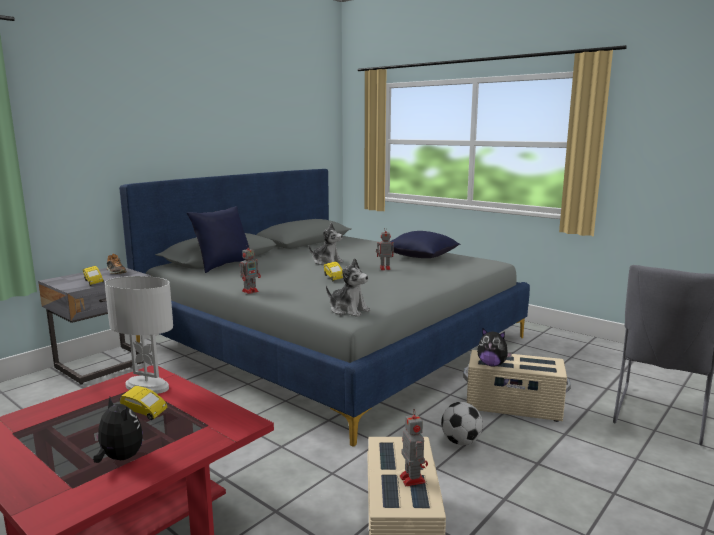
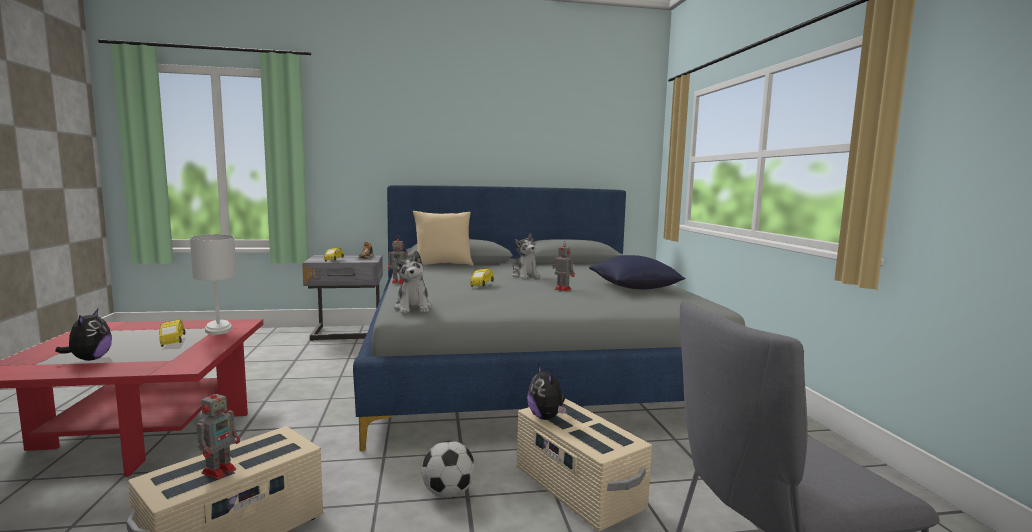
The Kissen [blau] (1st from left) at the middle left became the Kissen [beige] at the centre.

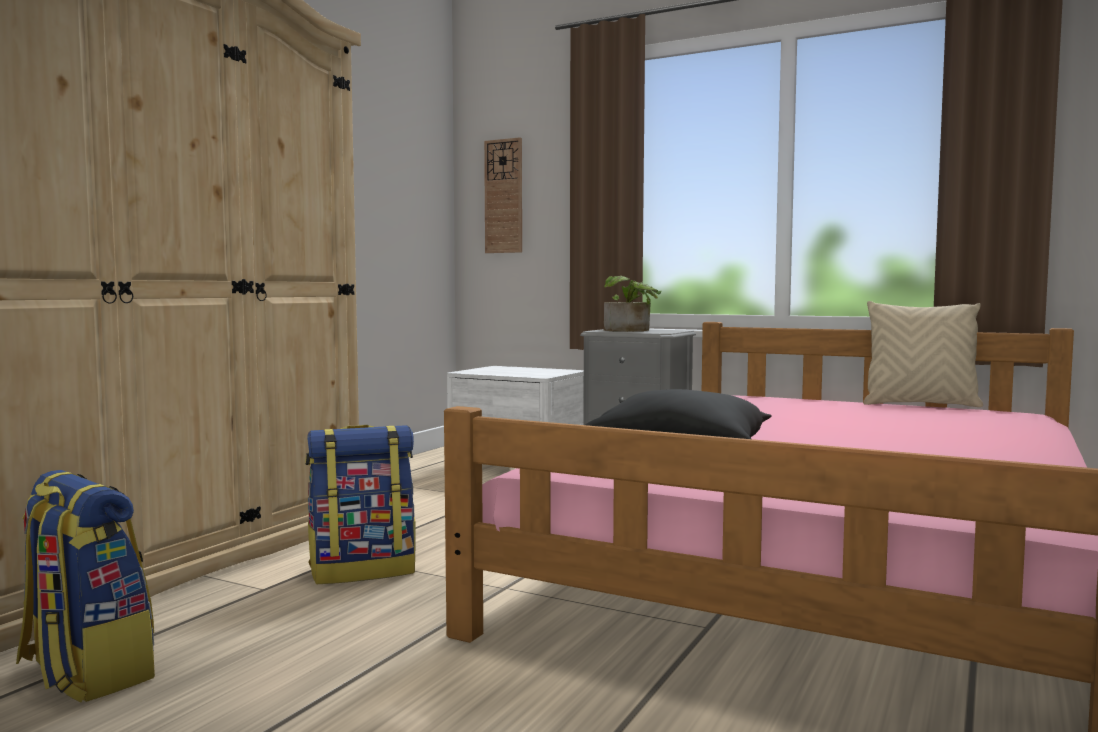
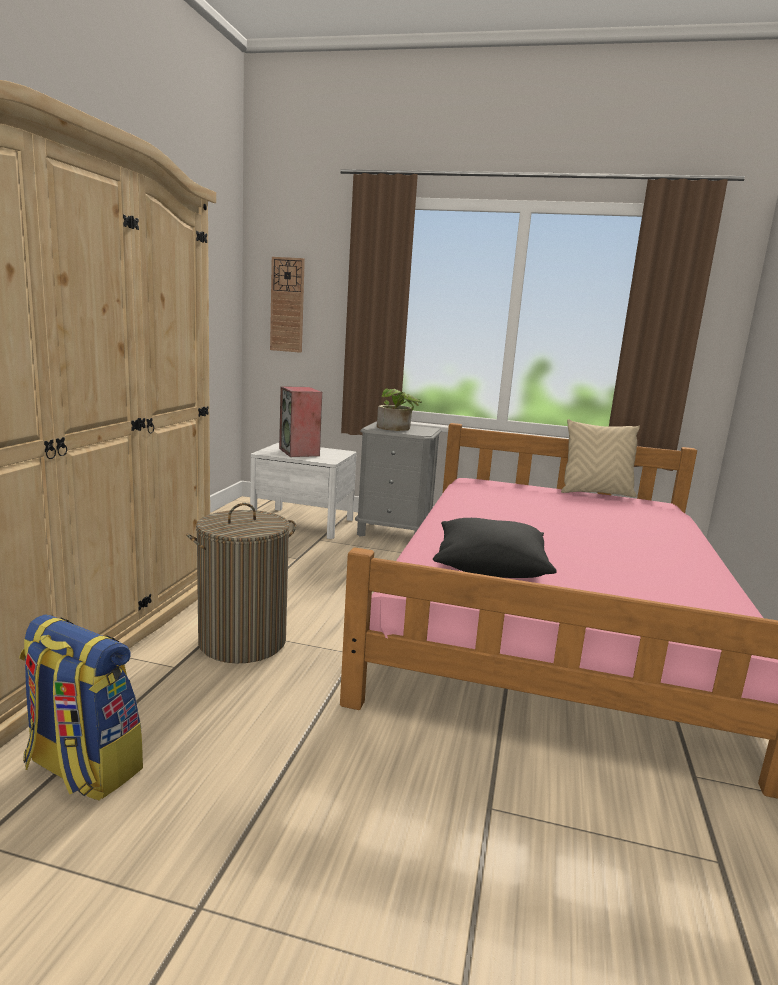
The Rucksack (2nd from left) at the bottom left was replaced by the Wäschekorb at the middle left. The Lautsprecher at the centre appeared.

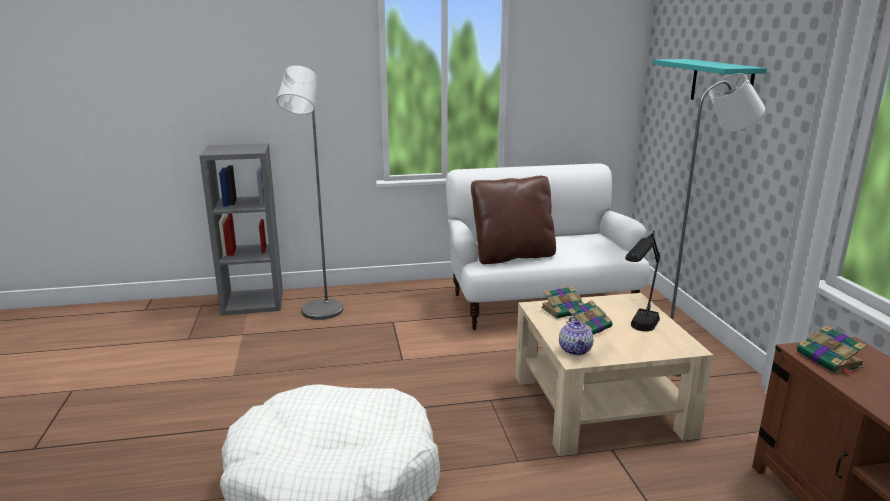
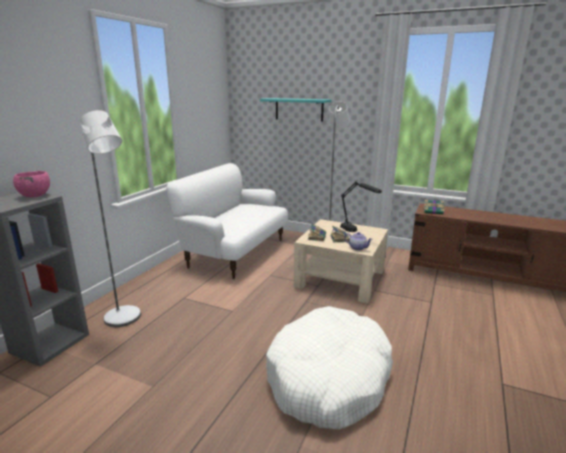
The Kissen [braun] at the centre disappeared. The Schüssel [rosa] at the middle left appeared.

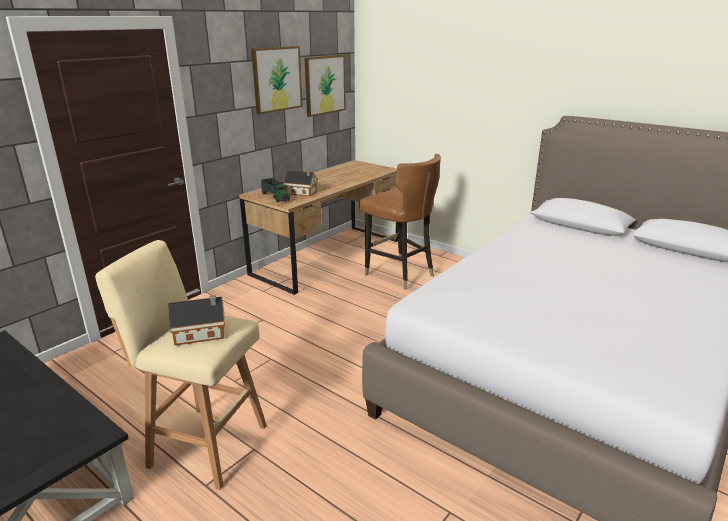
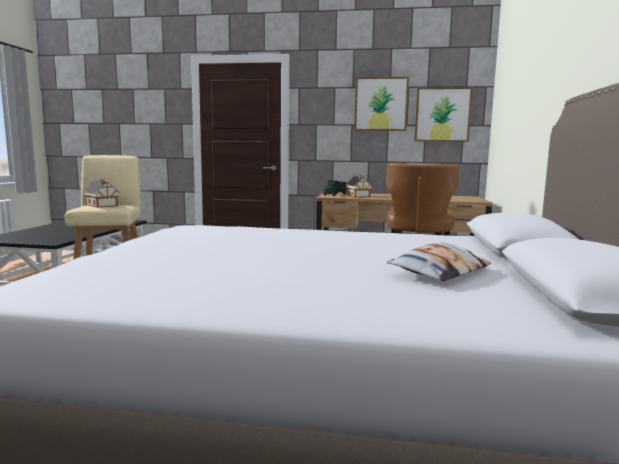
The Kissen at the middle right appeared.

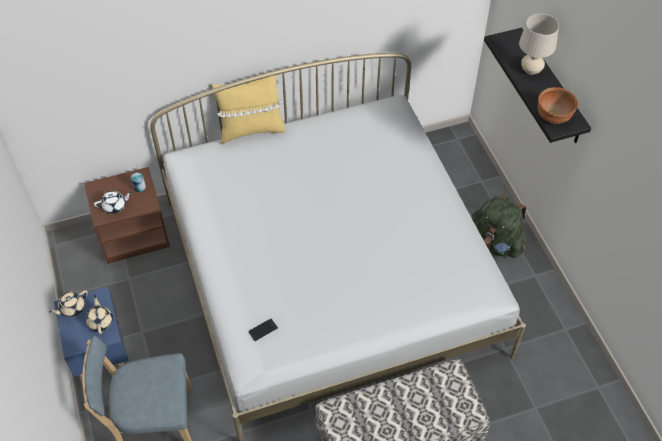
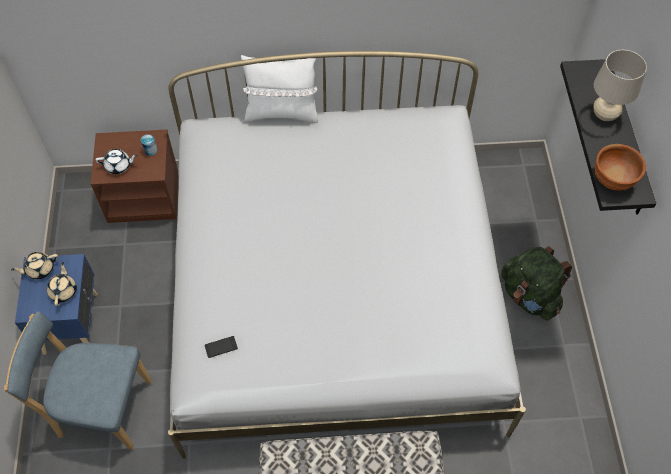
The Kissen [gelb] at the top centre became the Kissen [weiß] at the top centre.

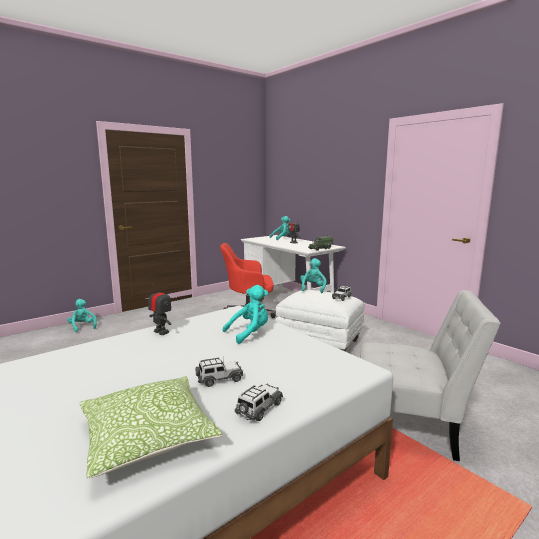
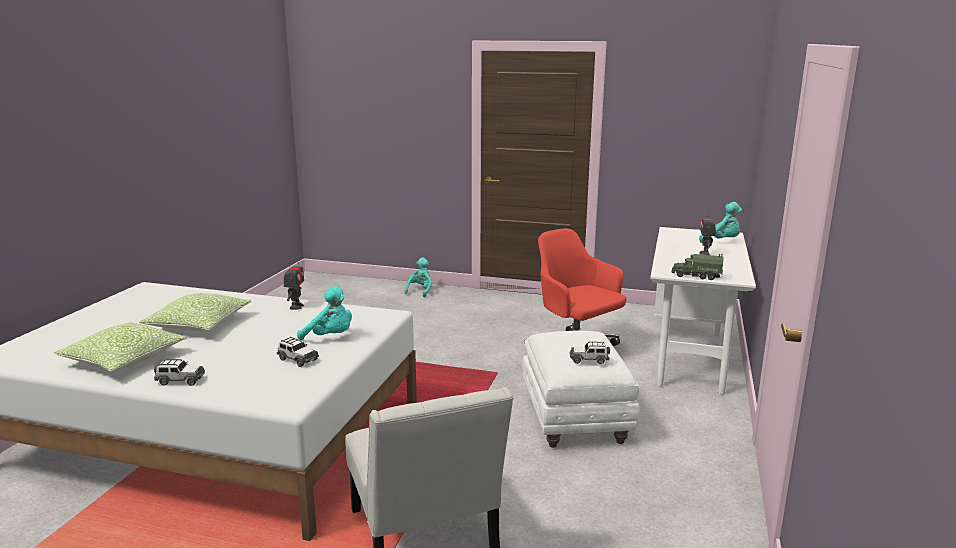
The Plüschtier [türkis] (4th from left) at the centre disappeared. The Spielzeugauto (1st from left in the first image) moved from the bottom centre to the middle left. The Kissen (2nd from left) at the middle left appeared.

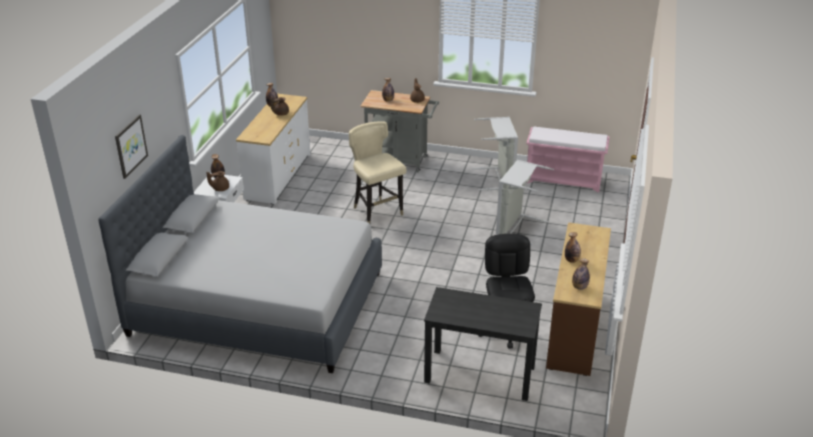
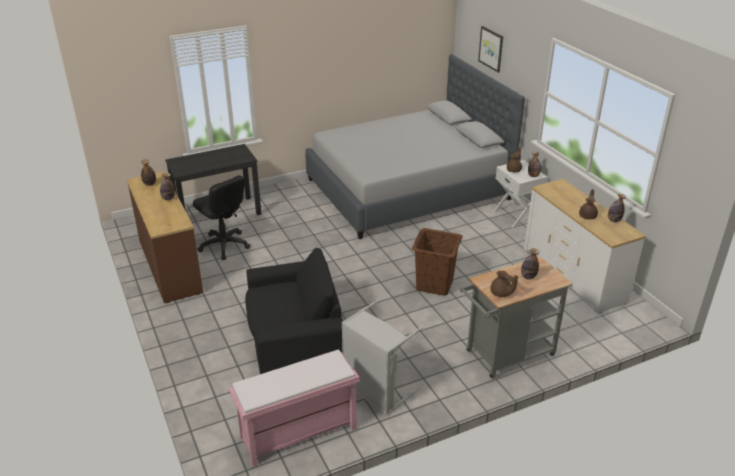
The Stuhl [beige] at the centre was replaced by the Wäschekorb [braun] at the centre. The Wäschekorb [grau] (2nd from left) at the centre was replaced by the Sessel [schwarz] at the centre.

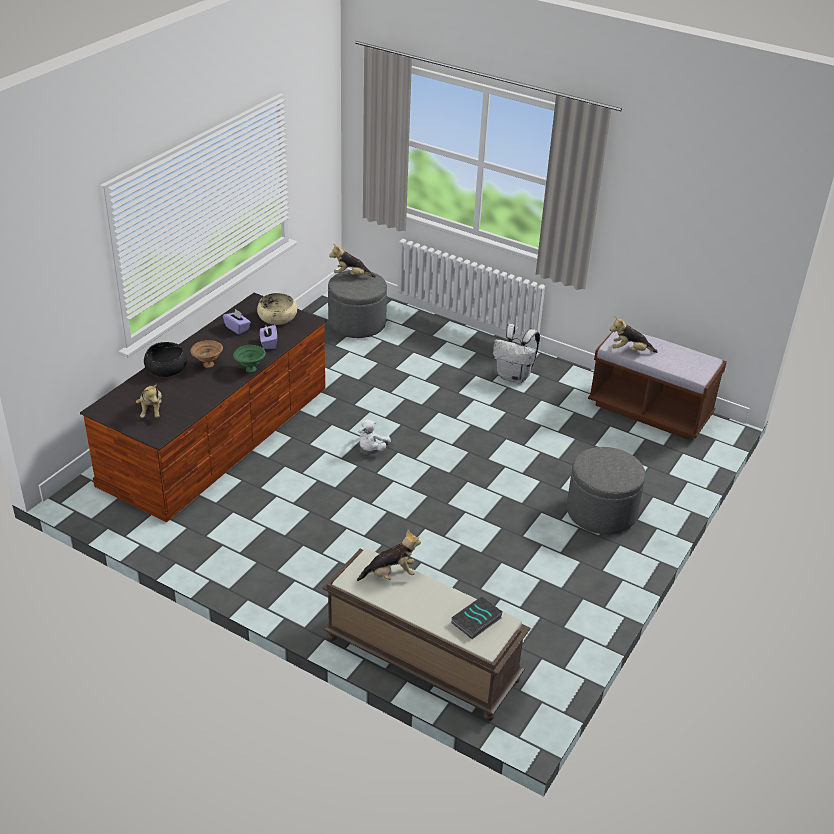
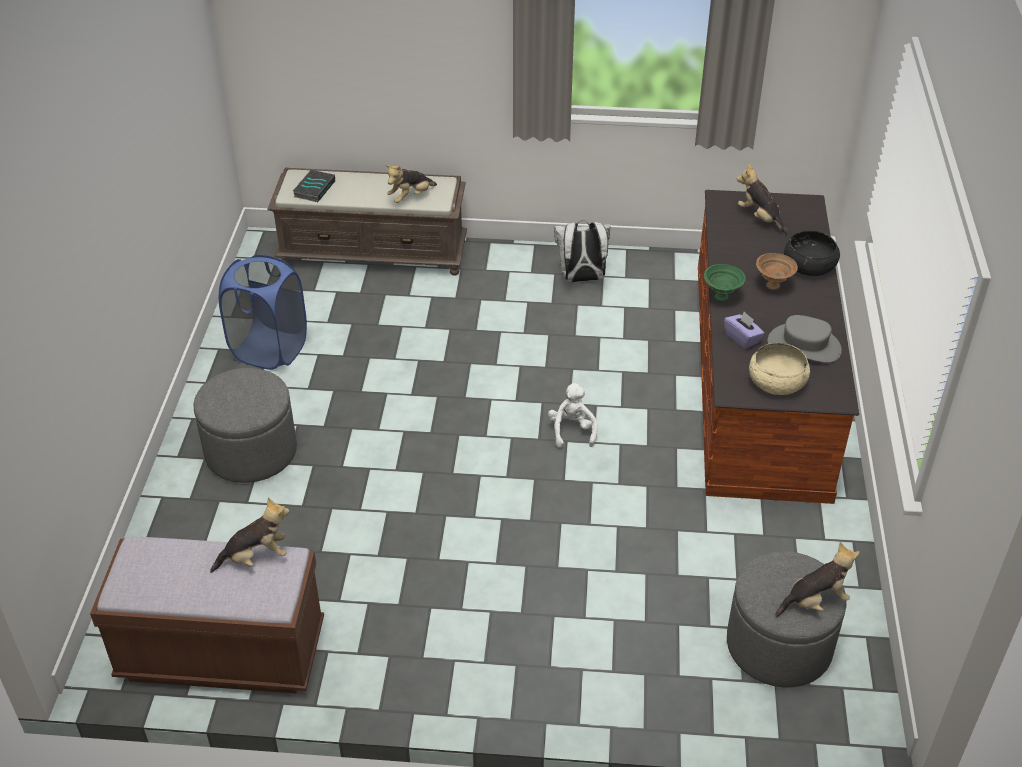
The Taschentuchbox [lila] (1st from left) at the middle left was replaced by the Hut [grau] at the middle right. The Rucksack [weiß] moved from the centre to the top centre. The Wäschekorb [blau] at the middle left appeared.

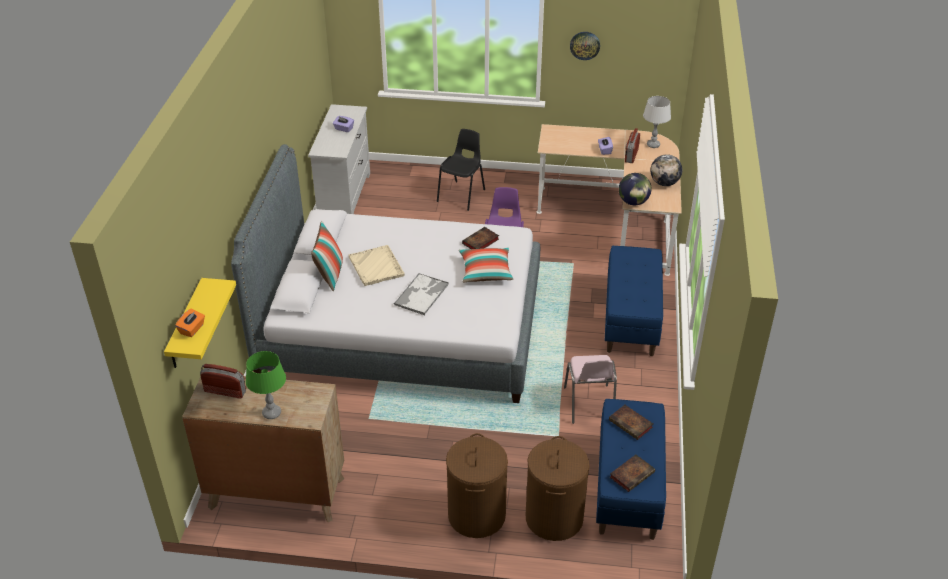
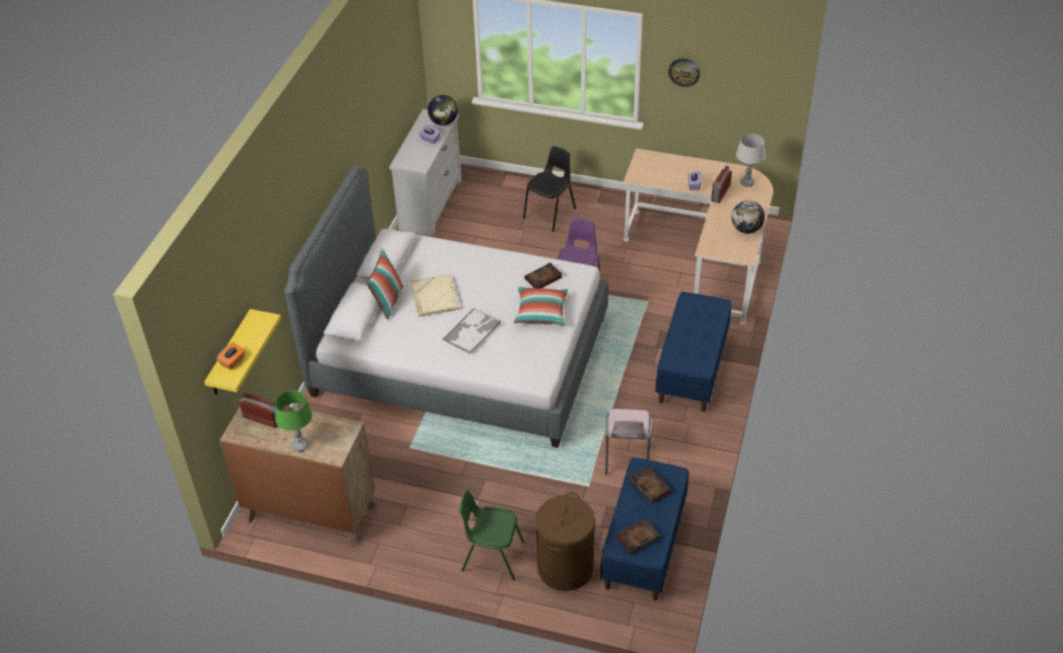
The Globus (1st from left) moved from the top right to the top centre. The Wäschekorb [braun] (1st from left) at the bottom centre was replaced by the Stuhl [grün] at the bottom centre.

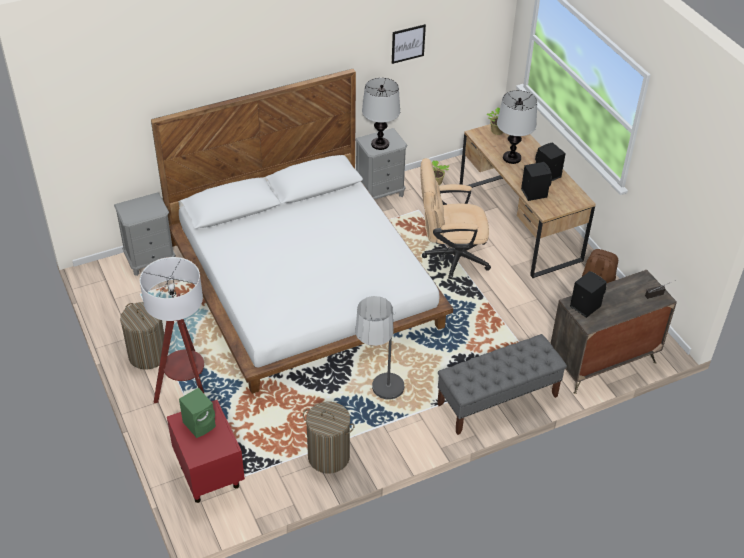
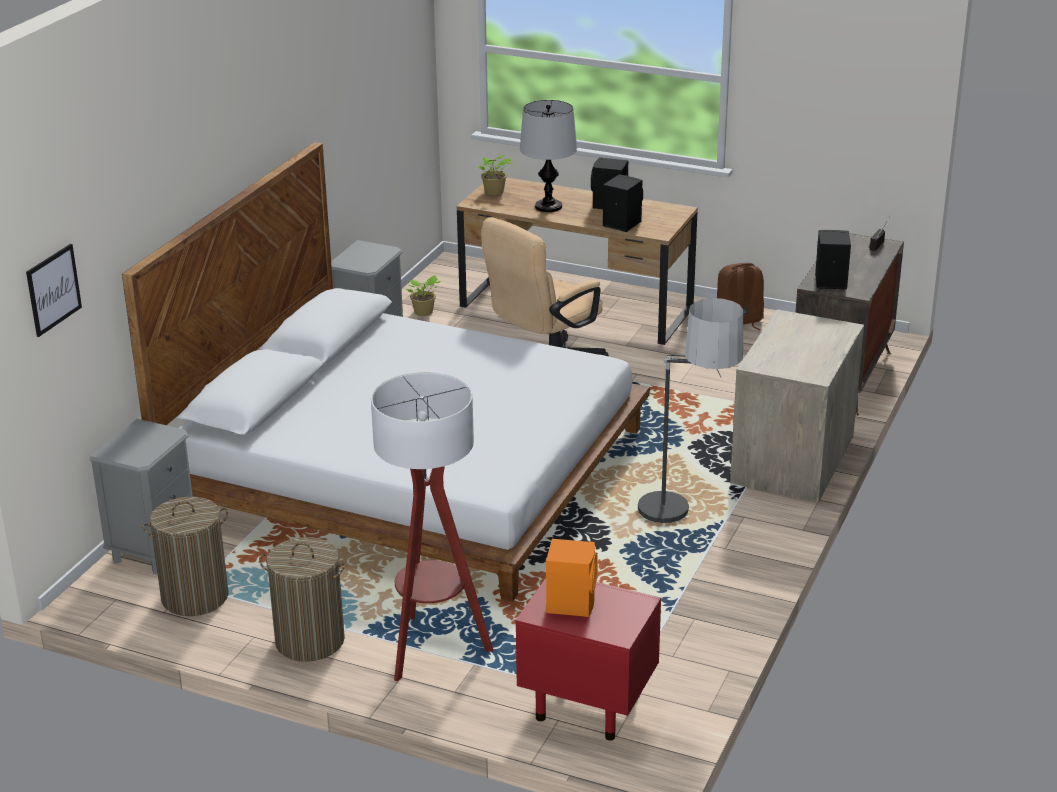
The Bild moved from the top centre to the middle left. The Tischlampe (1st from left) at the top centre disappeared. The Bank [grau] at the bottom right was replaced by the Kommode (1st from left) at the middle right. The Lautsprecher [grün] at the bottom left became the Lautsprecher [orange] at the bottom centre. The Wäschekorb (2nd from left in the first image) moved from the bottom centre to the bottom left.

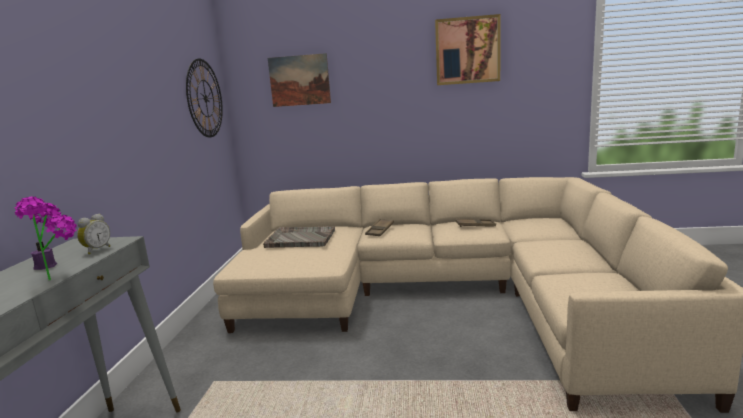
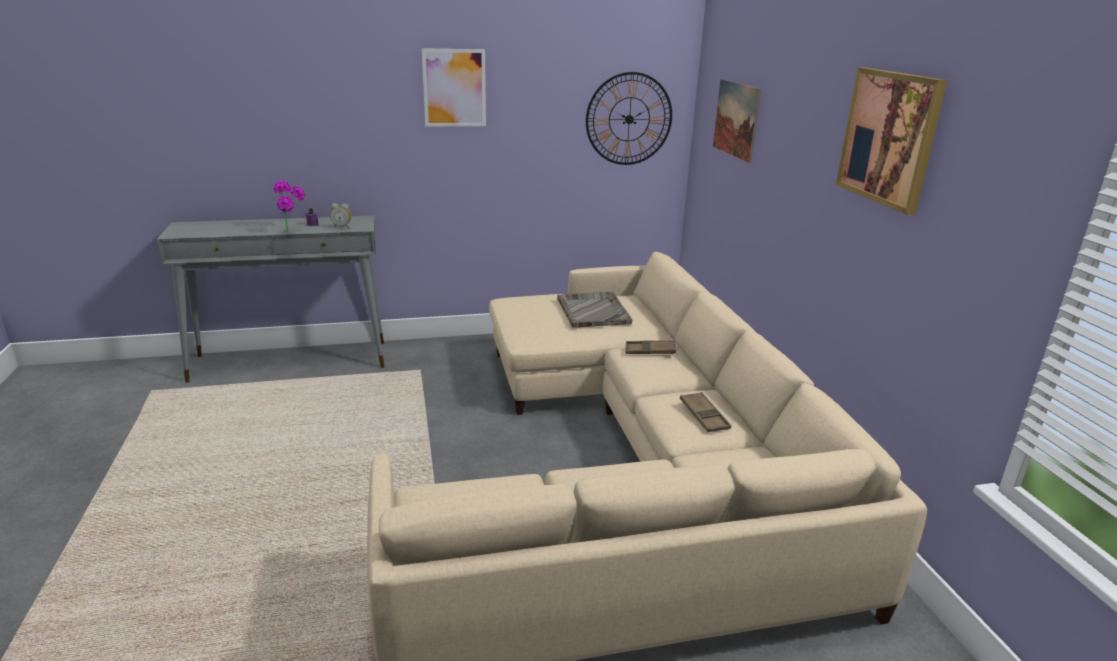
The Bild (1st from left) at the top centre appeared.

